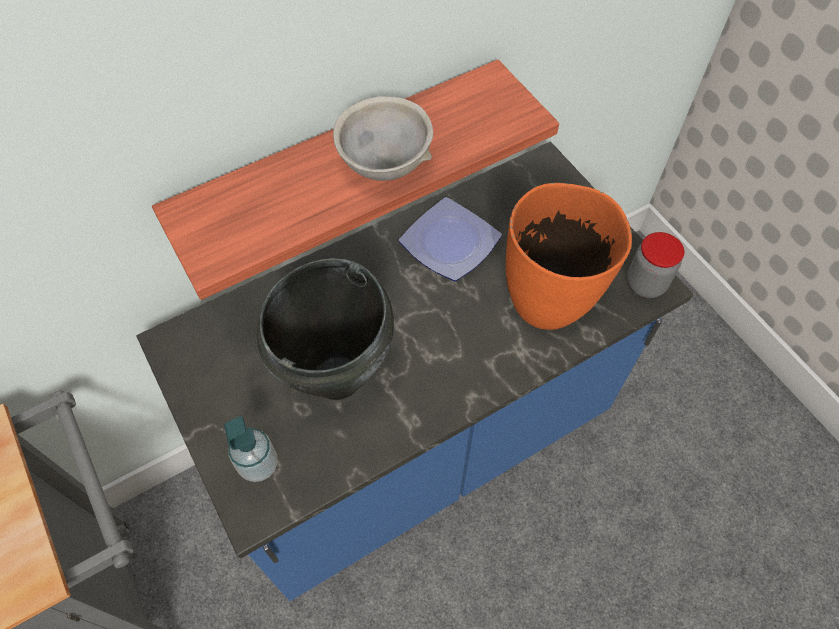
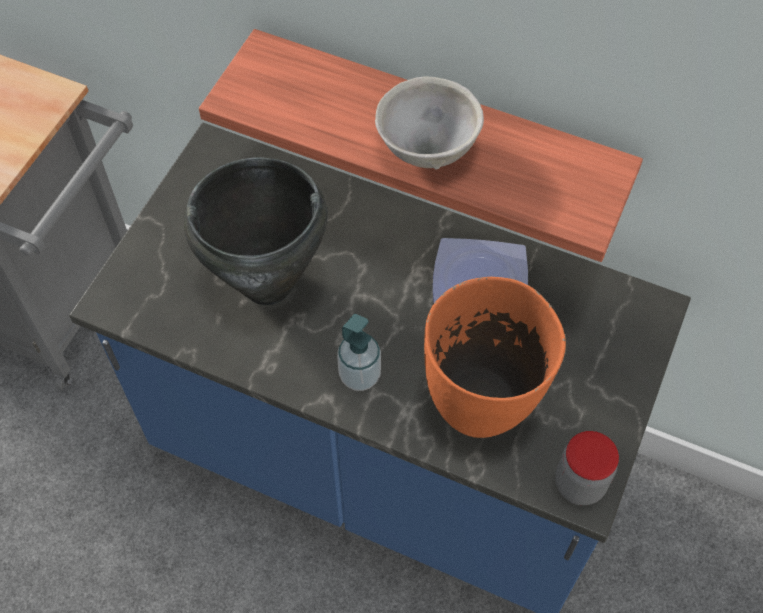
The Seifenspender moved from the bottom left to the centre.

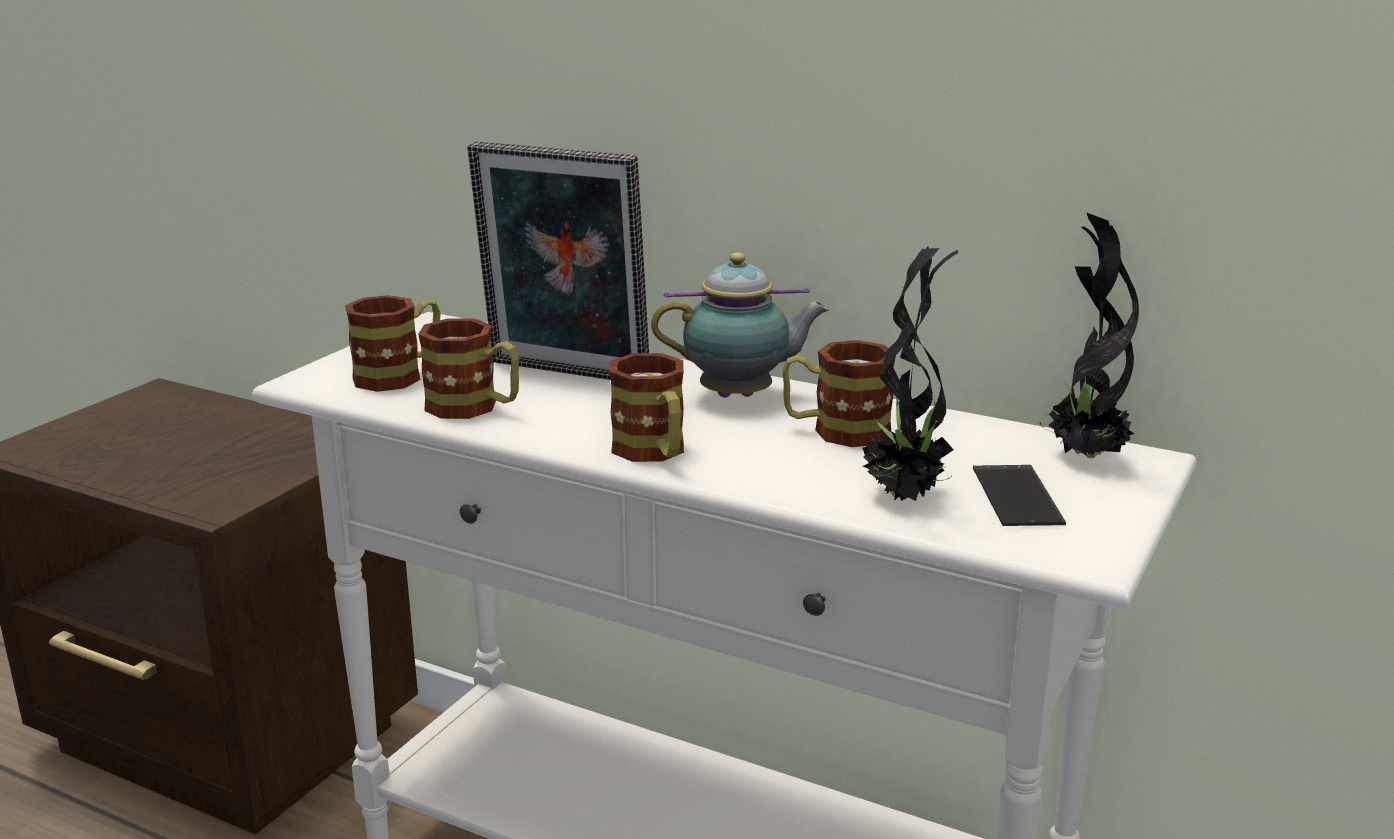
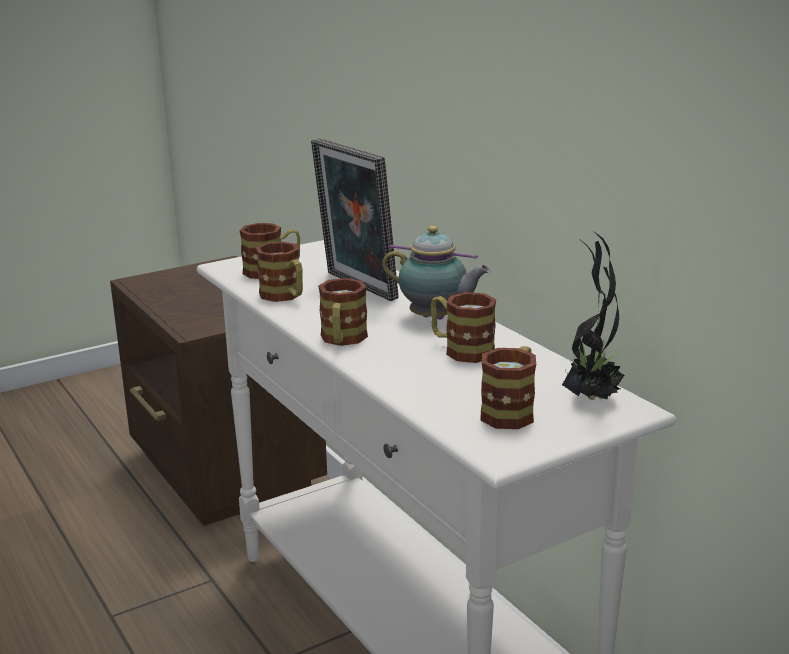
The Topfpflanze (1st from left) at the centre disappeared. The Handy at the middle right was replaced by the Henkelbecher (5th from left) at the centre.

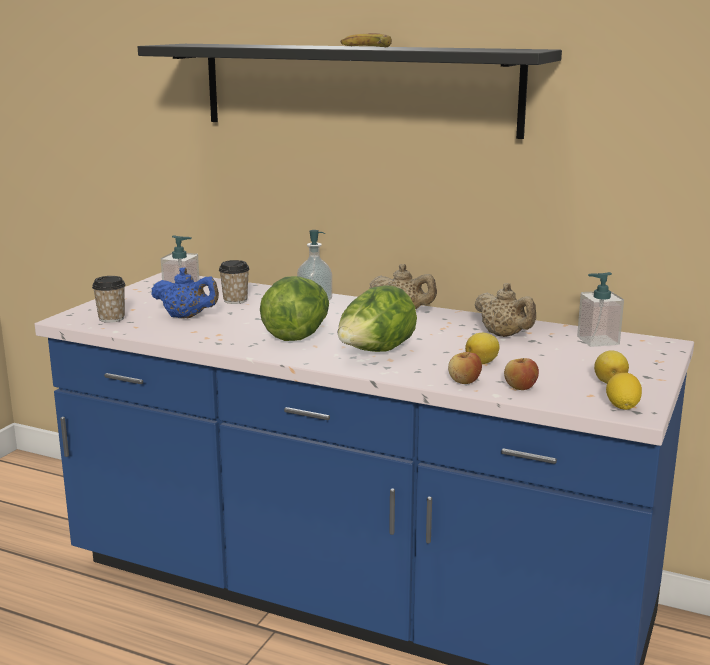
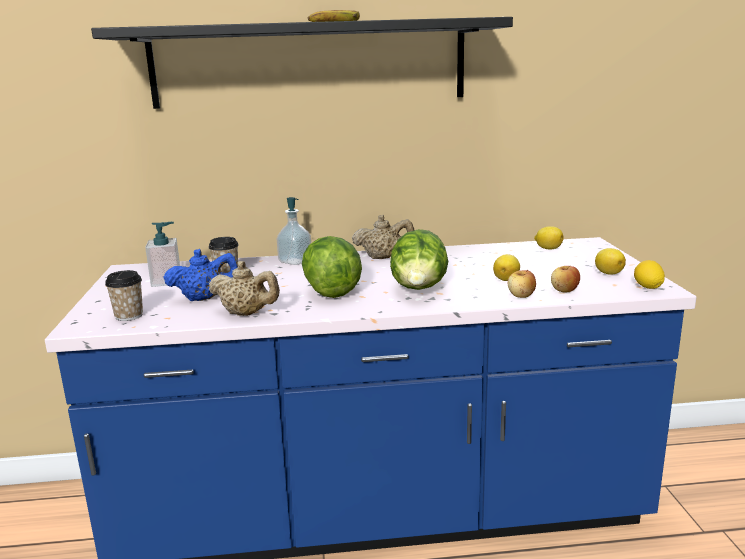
The Seifenspender (3rd from left) at the middle right was replaced by the Zitrone (2nd from left) at the middle right. The Teekanne [beige] (2nd from left in the first image) moved from the middle right to the middle left.

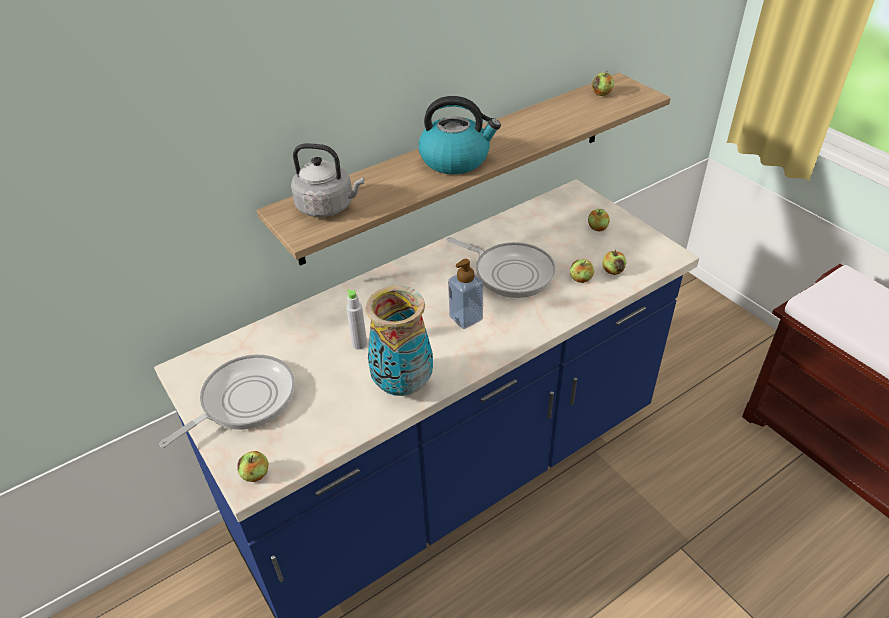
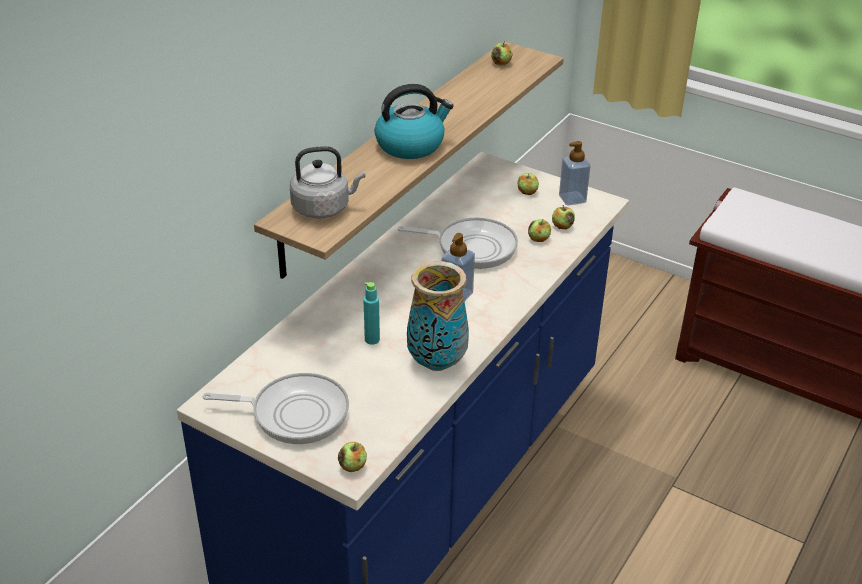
The Flasche [grau] at the centre became the Flasche [türkis] at the centre. The Pfanne (1st from left) at the middle left turned 75 degrees clockwise. The Seifenspender (2nd from left) at the top right appeared.

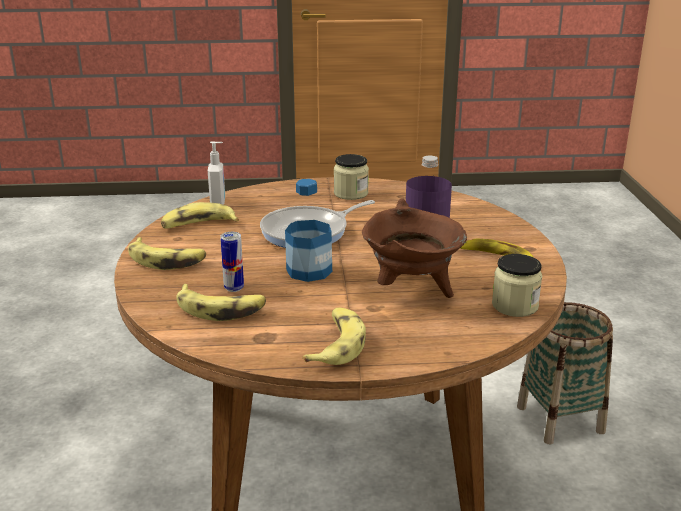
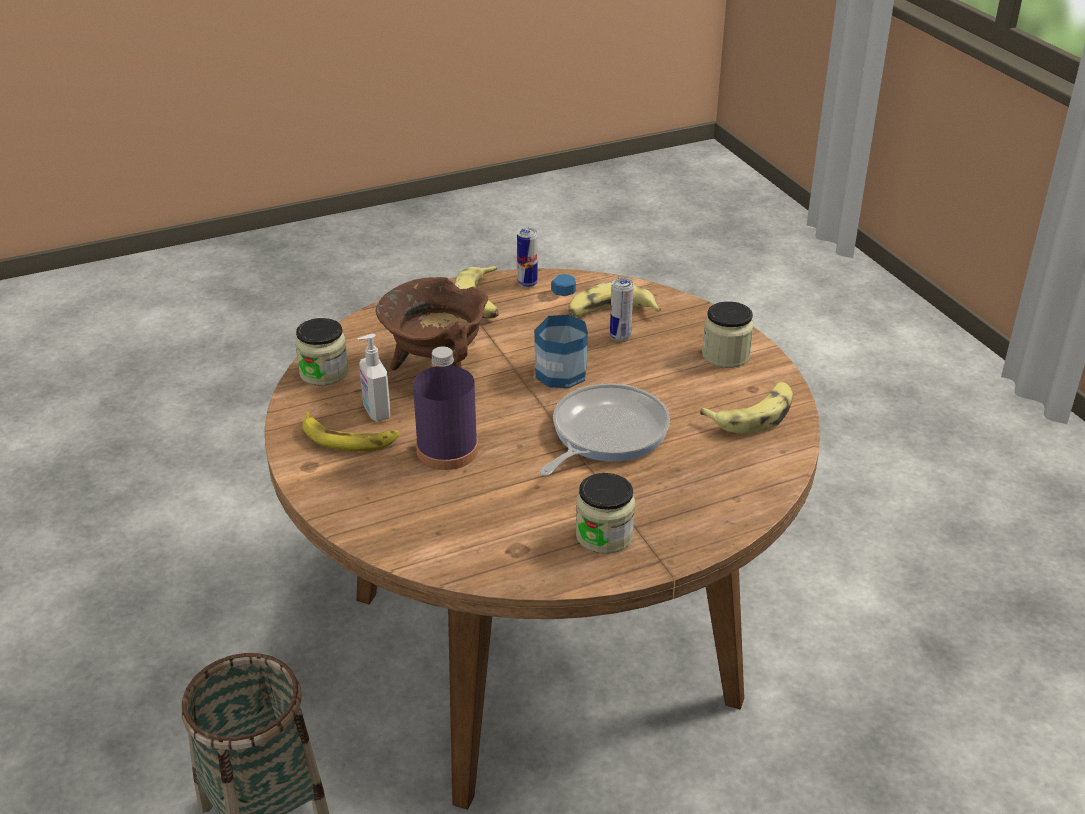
The Seifenspender moved from the middle left to the centre. The Banane (1st from left) at the middle left was replaced by the Vorratsglas (3rd from left) at the middle right. The Dose (1st from left) at the top centre appeared.

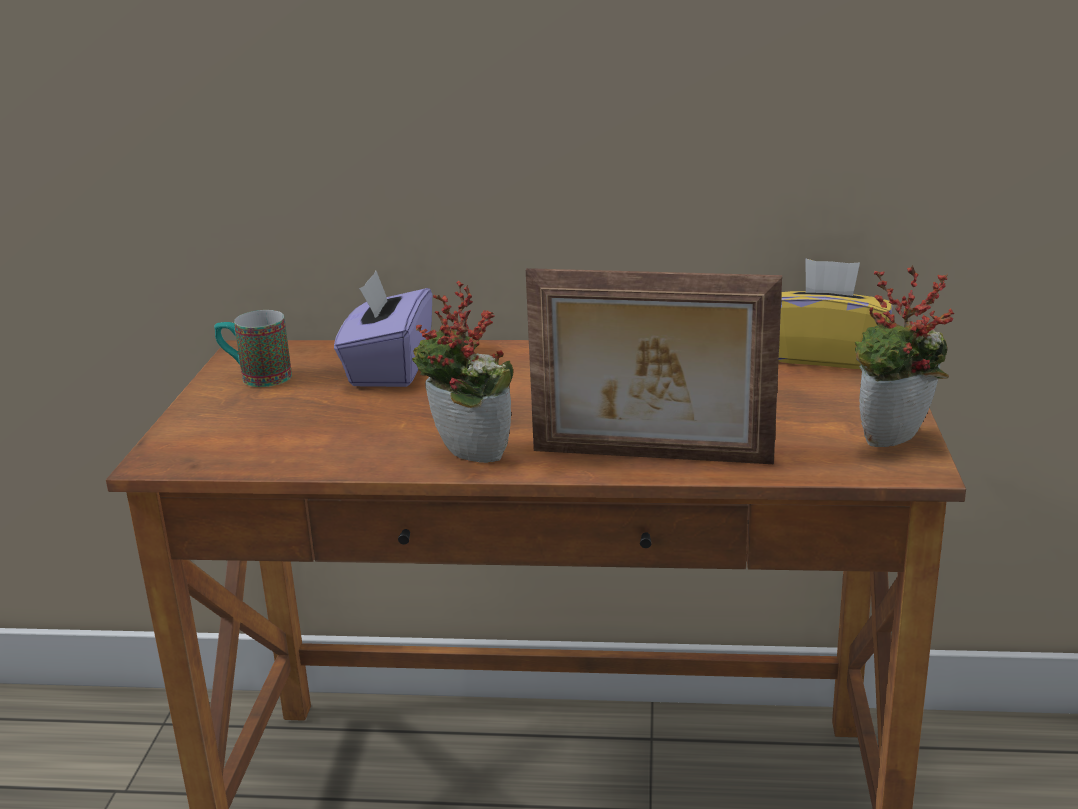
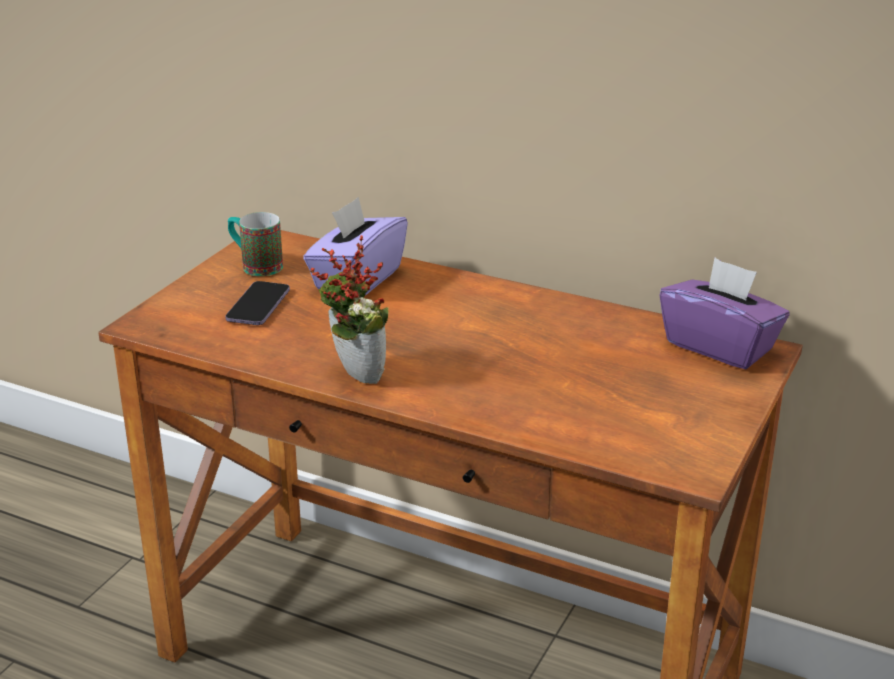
The Taschentuchbox [gelb] at the middle right became the Taschentuchbox [lila] (2nd from left) at the middle right. The Topfpflanze (2nd from left) at the middle right disappeared. The Bilderrahmen at the centre disappeared. The Handy at the middle left appeared.

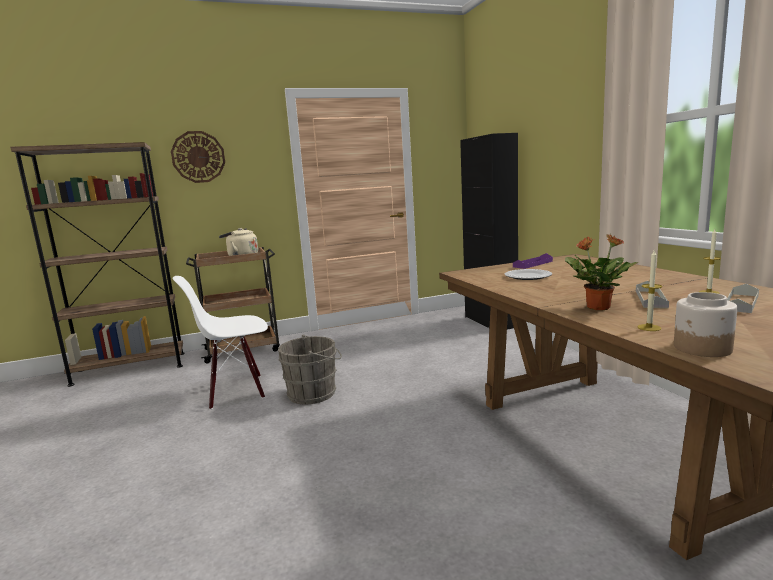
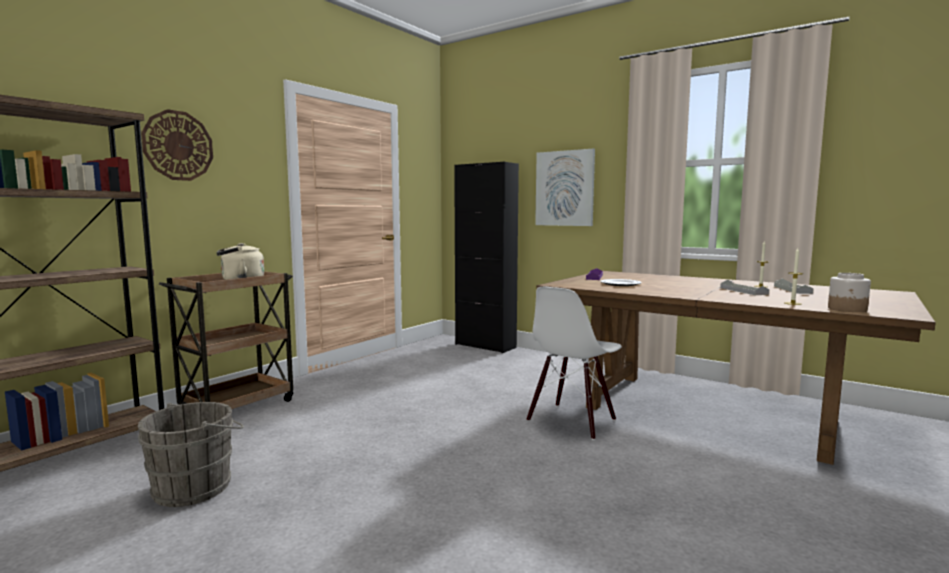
The Topfpflanze at the middle right disappeared. The Stuhl [weiß] moved from the middle left to the centre. The Eimer [grau] moved from the centre to the bottom left. The Bild at the top centre appeared.

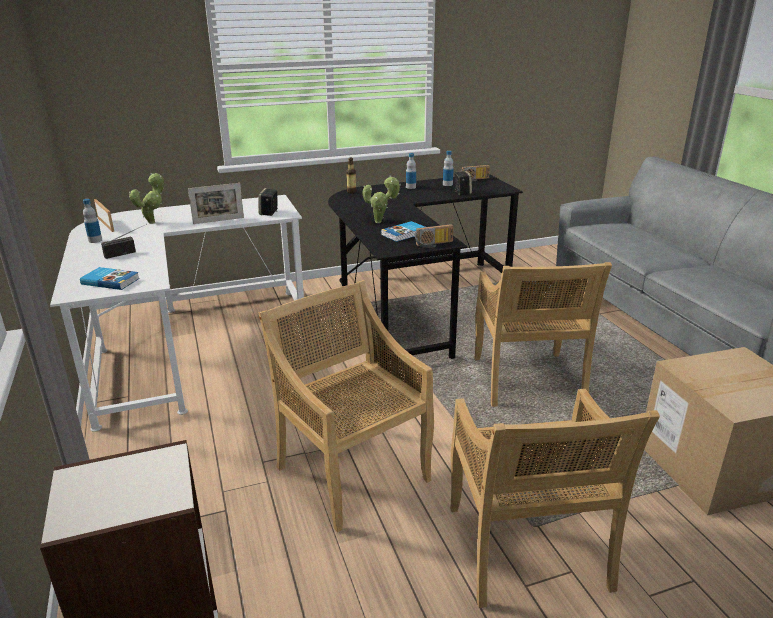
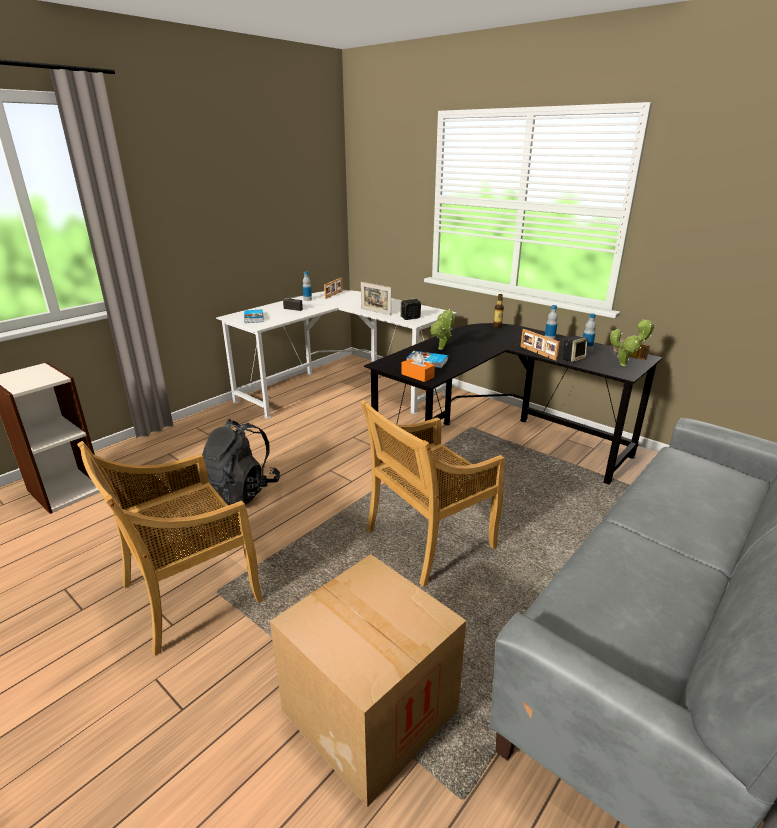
The Topfpflanze (1st from left in the first image) moved from the top left to the middle right. The Radio (2nd from left) at the centre was replaced by the Taschentuchbox [orange] at the centre. The Stuhl [beige] (1st from left) at the centre was replaced by the Rucksack [schwarz] at the middle left. The Bilderrahmen (3rd from left) at the middle right appeared.

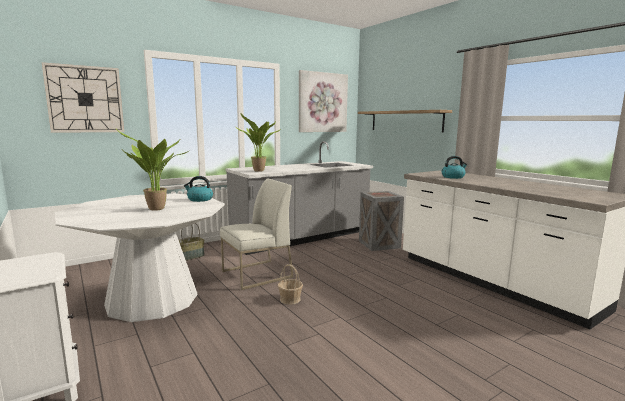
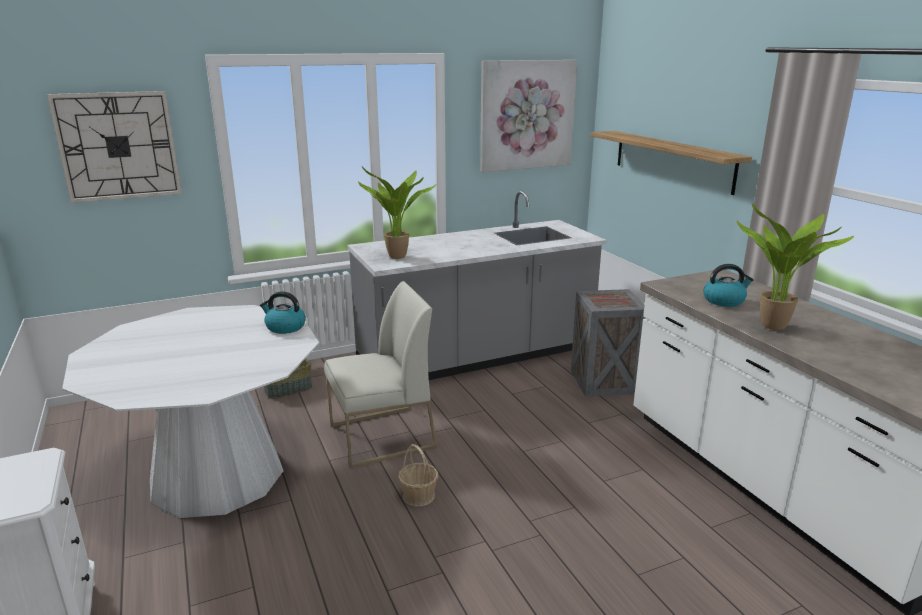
The Topfpflanze (1st from left in the first image) moved from the middle left to the middle right.

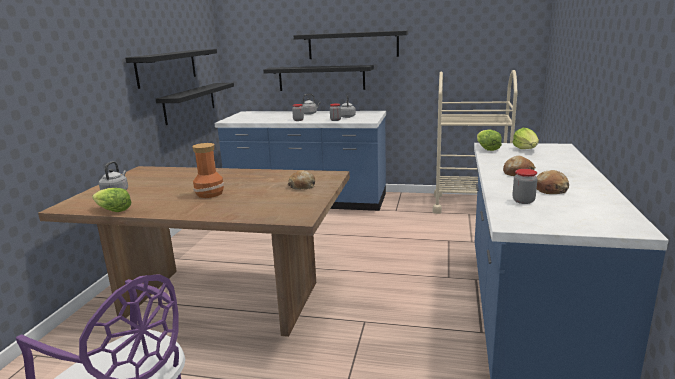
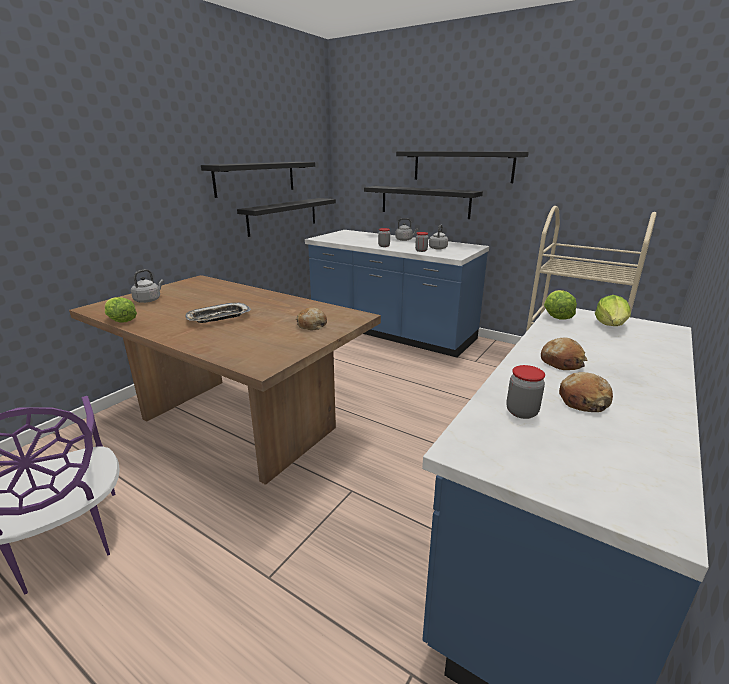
The Vase at the middle left was replaced by the Tablett at the middle left.

